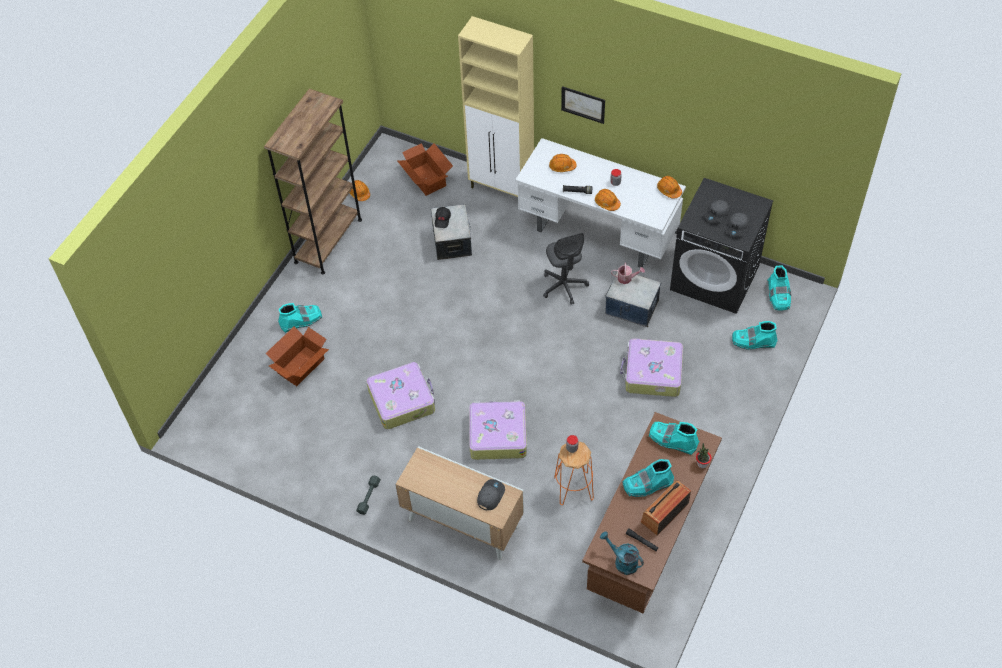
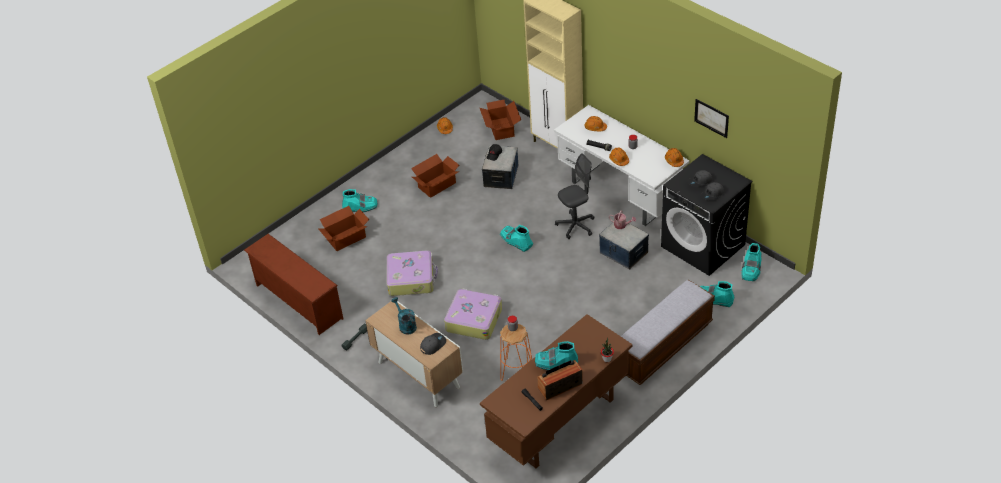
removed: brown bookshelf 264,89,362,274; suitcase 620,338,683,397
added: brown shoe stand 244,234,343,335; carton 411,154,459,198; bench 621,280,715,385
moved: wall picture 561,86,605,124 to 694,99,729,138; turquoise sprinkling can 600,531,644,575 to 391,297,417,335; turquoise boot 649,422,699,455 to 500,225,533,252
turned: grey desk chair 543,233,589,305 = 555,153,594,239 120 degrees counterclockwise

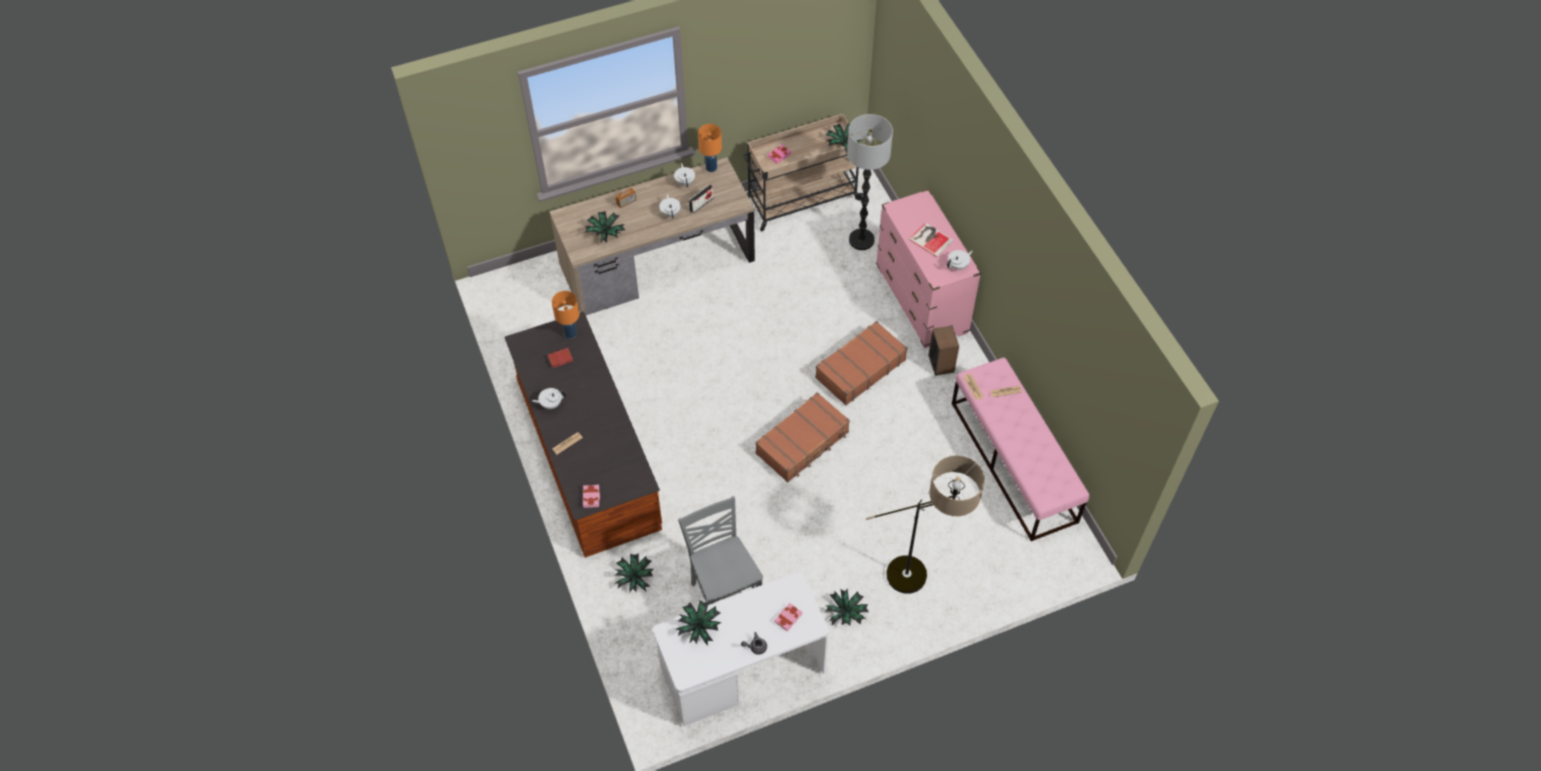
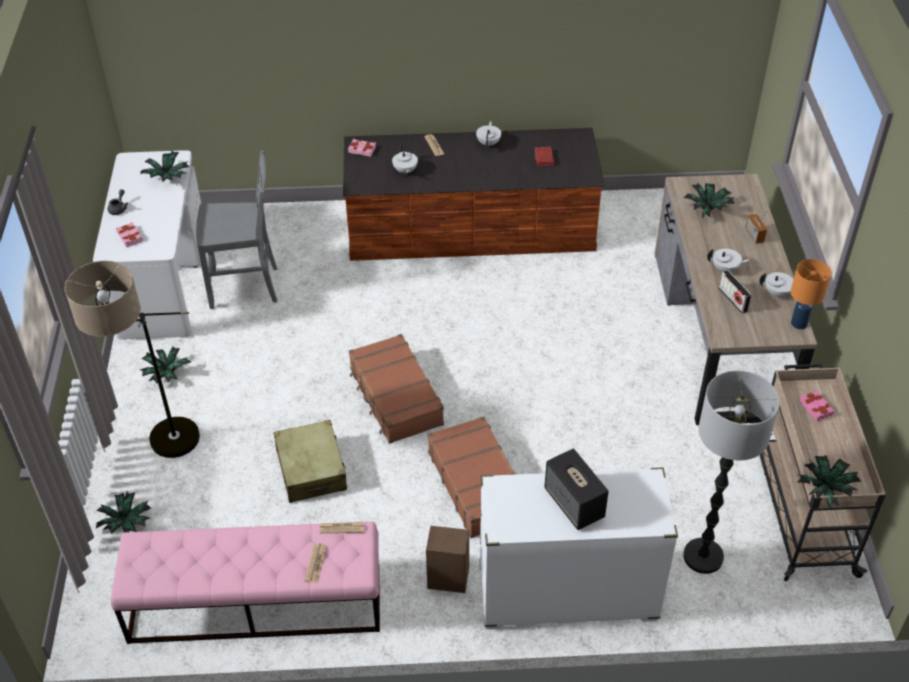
removed: orange-coloured table lamp 552,291,579,339
added: beige suitcase 273,420,347,503
moved: plant in a pot 614,554,654,592 to 95,491,151,534; whitish pot for tea 947,250,973,270 to 392,145,418,174
replaced: volume 909,223,954,257 to audio speaker 544,448,609,530
recoloured: pink chest of drawers 876,189,981,348 to whitish chest of drawers 479,467,678,629

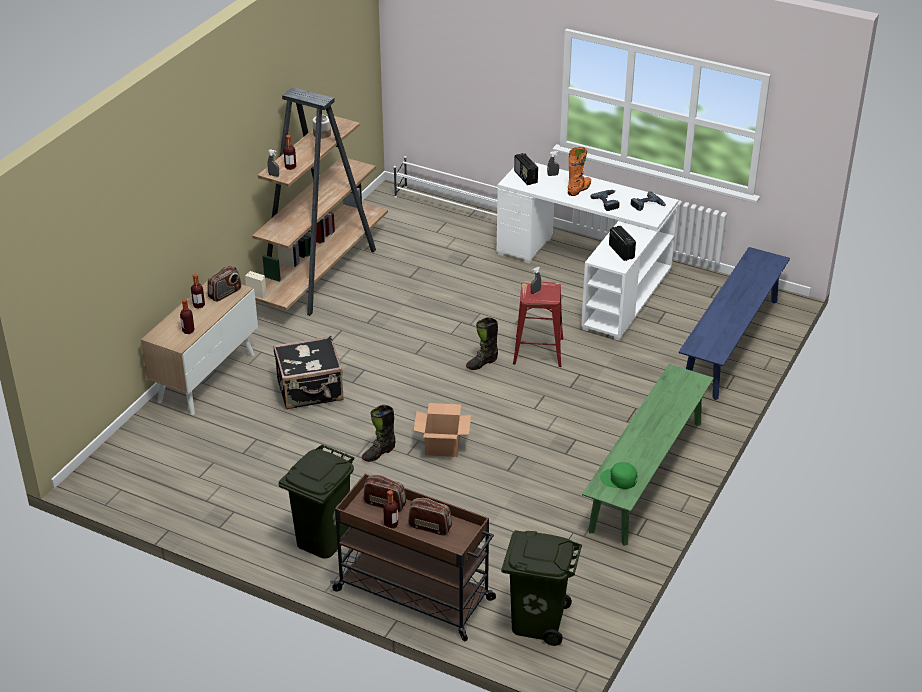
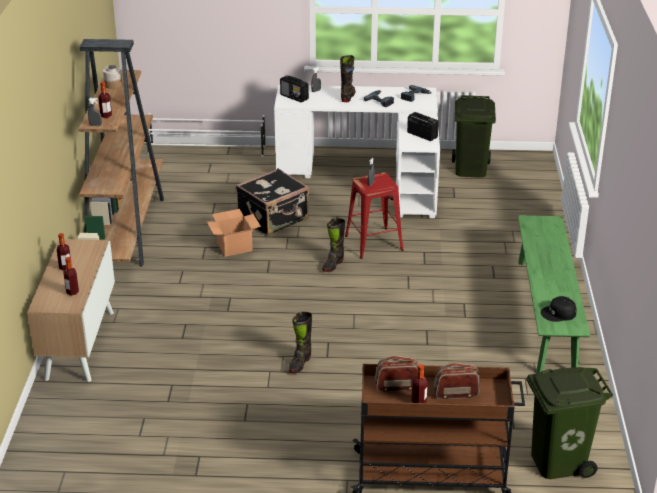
removed: radio set 207,266,241,302; blue bench 679,247,790,400
moved: black suitcase 273,336,343,409 to 236,168,309,235; green rubbish bin 279,444,354,559 to 452,95,496,178; carton 414,403,471,457 to 206,209,261,257
recoloured: orange-coloured boot 568,147,591,196 to black boot 340,55,356,102; green baseball cap 600,462,637,489 to black baseball cap 540,296,577,322

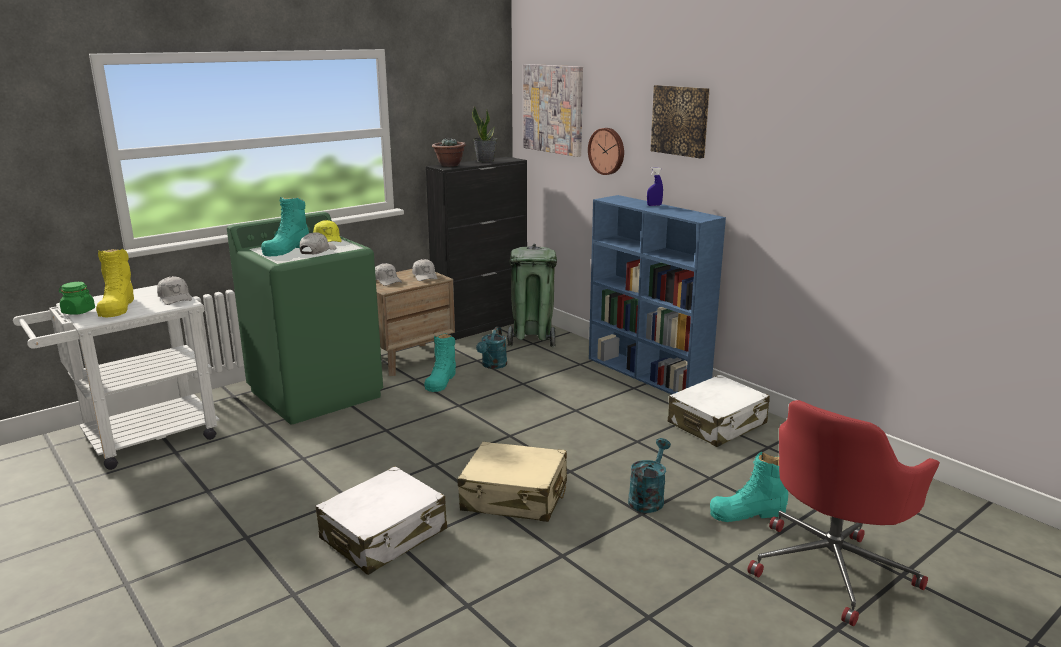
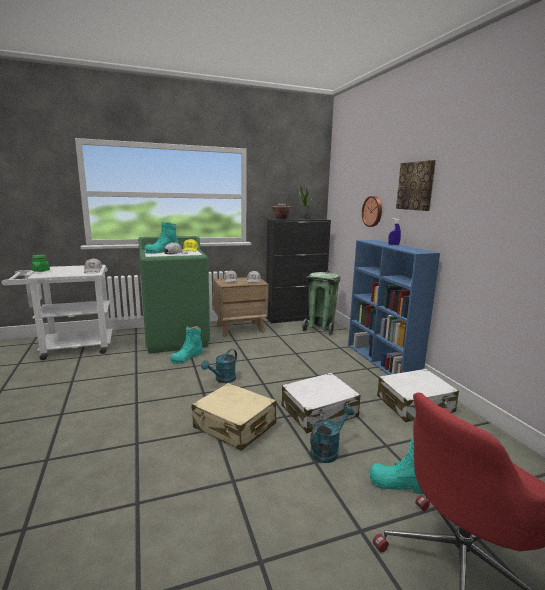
removed: yellowish boot 96,249,134,317; wall picture 523,64,583,157
moved: whitish suitcase 316,466,447,575 to 282,373,361,433; turquoise boot 424,333,456,392 to 170,326,202,364; turquoise sprinkling can 476,327,507,369 to 201,349,237,383

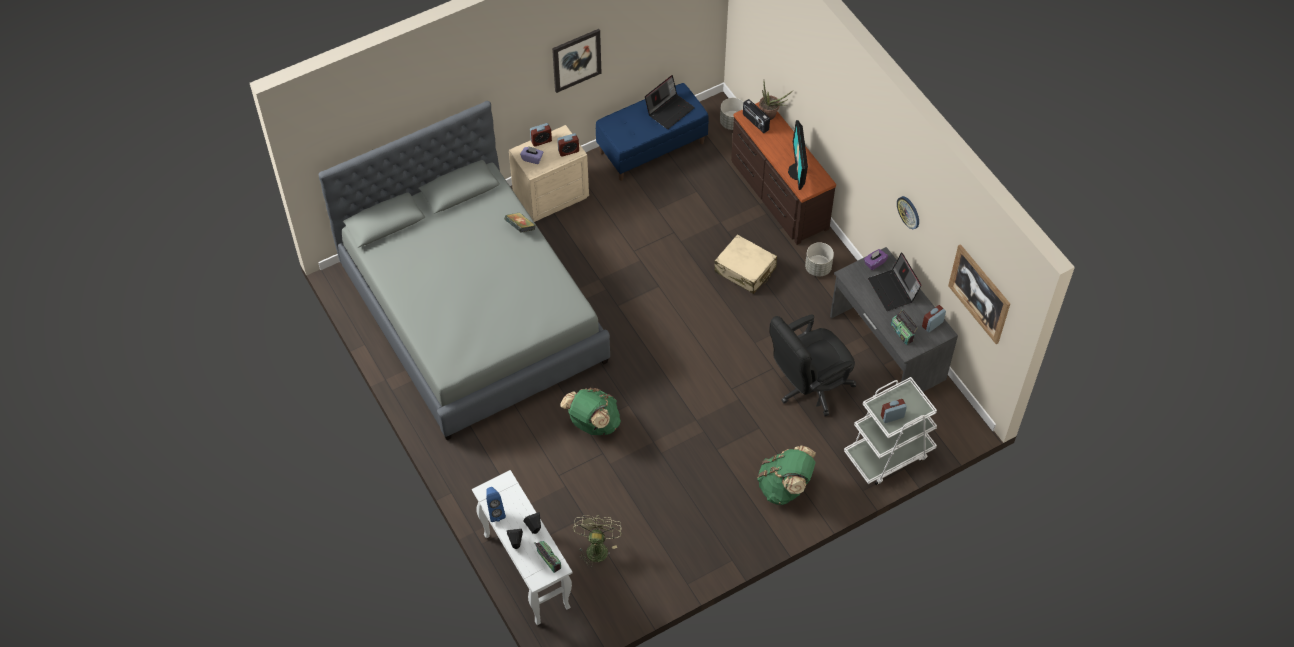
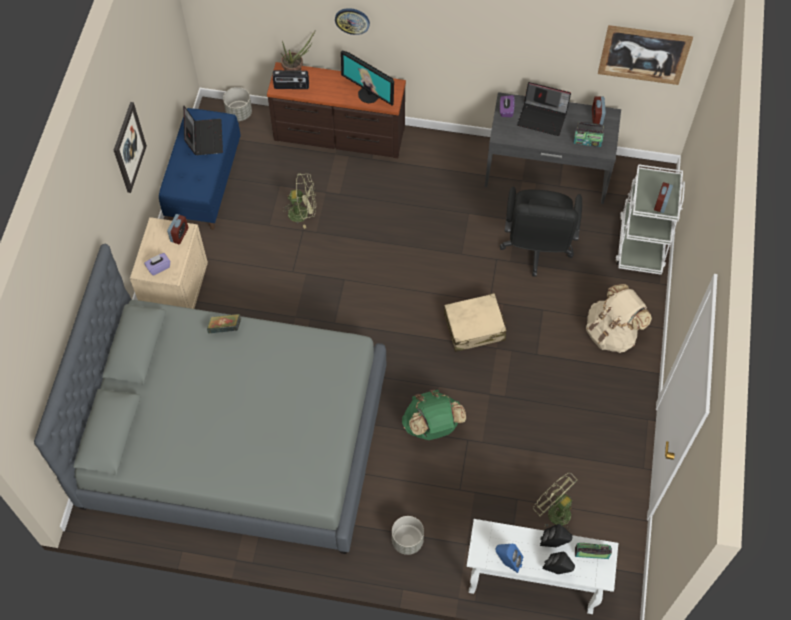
removed: table clock 530,123,552,147
added: green cooling fan 282,173,316,229
moved: beige suitcase 714,234,777,294 to 444,293,506,352; grey planter 805,242,834,277 to 392,516,424,555; clock on the wall 897,196,919,229 to 335,8,370,35
recoloured: green knapsack 757,445,816,505 to beige knapsack 586,284,652,353

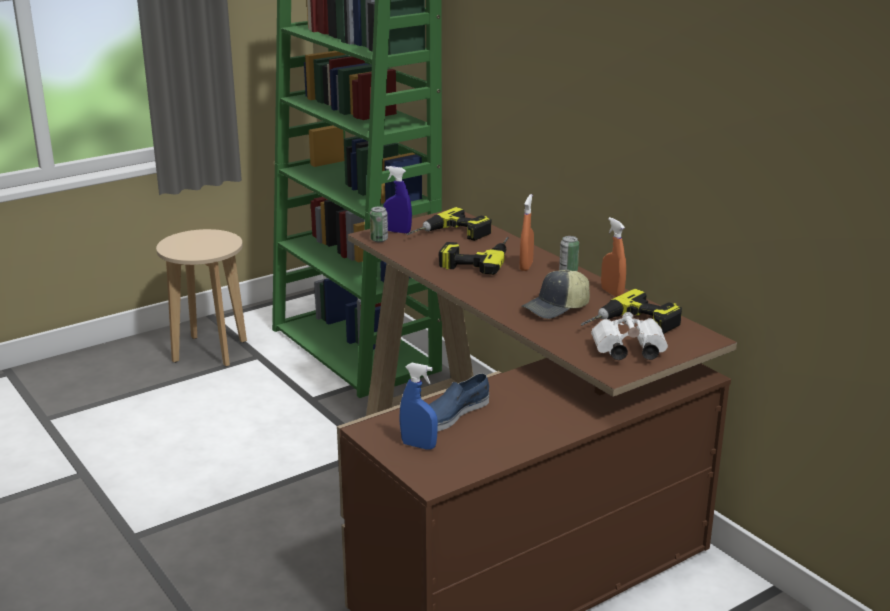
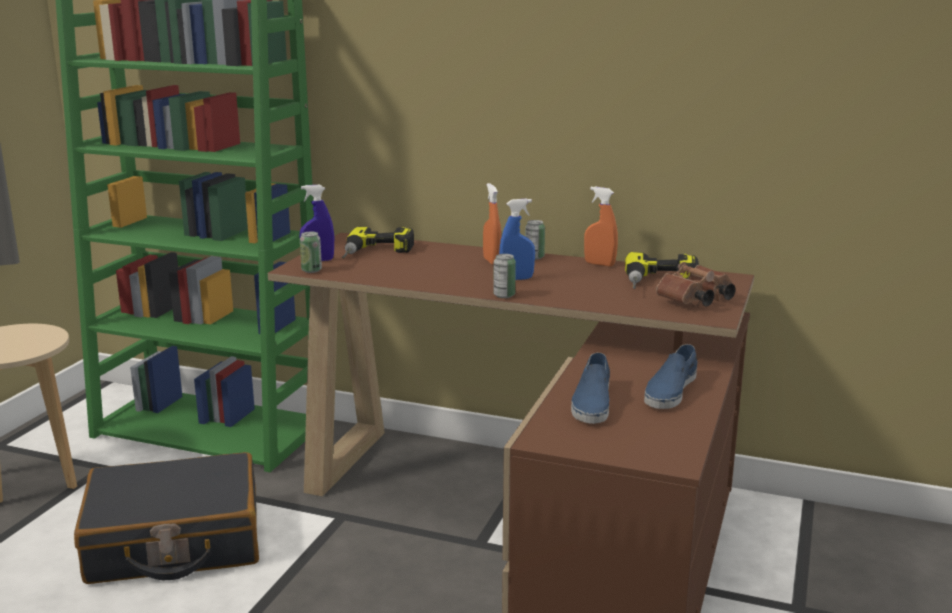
removed: electric drill 439,237,508,275; baseball cap 521,269,590,319
added: black suitcase 74,452,259,584; sealed can 493,254,516,298; blue low shoe 644,344,698,409
moved: blue hand sprayer 399,363,438,450 to 499,198,535,280
recoloured: whitish binoculars 591,312,668,360 to brown binoculars 656,262,736,307

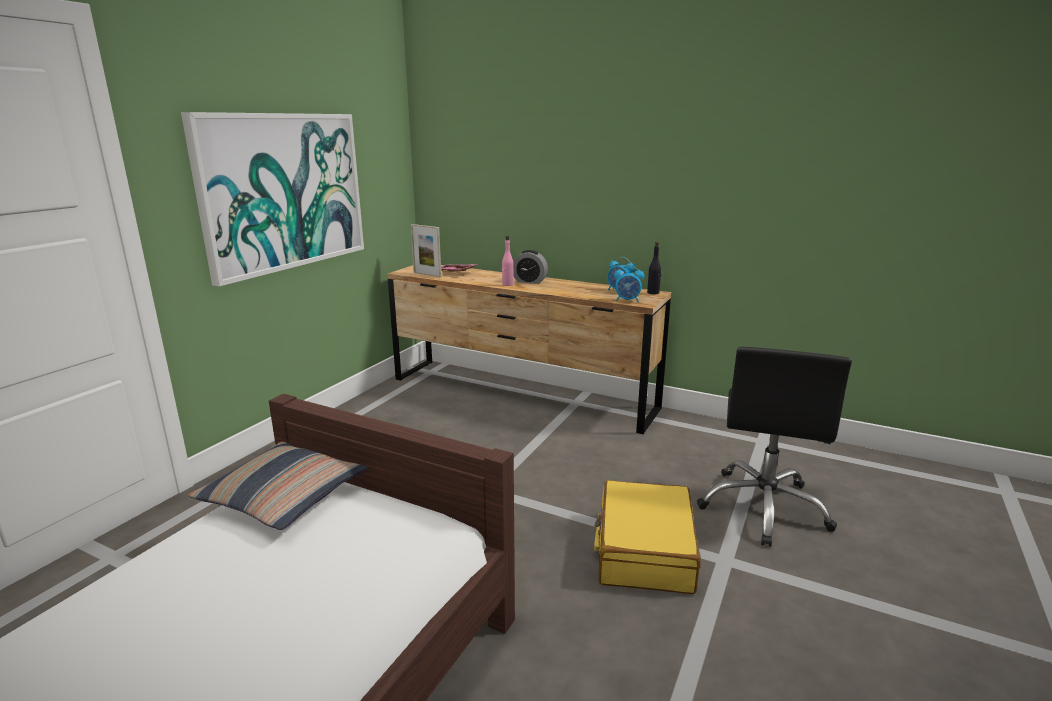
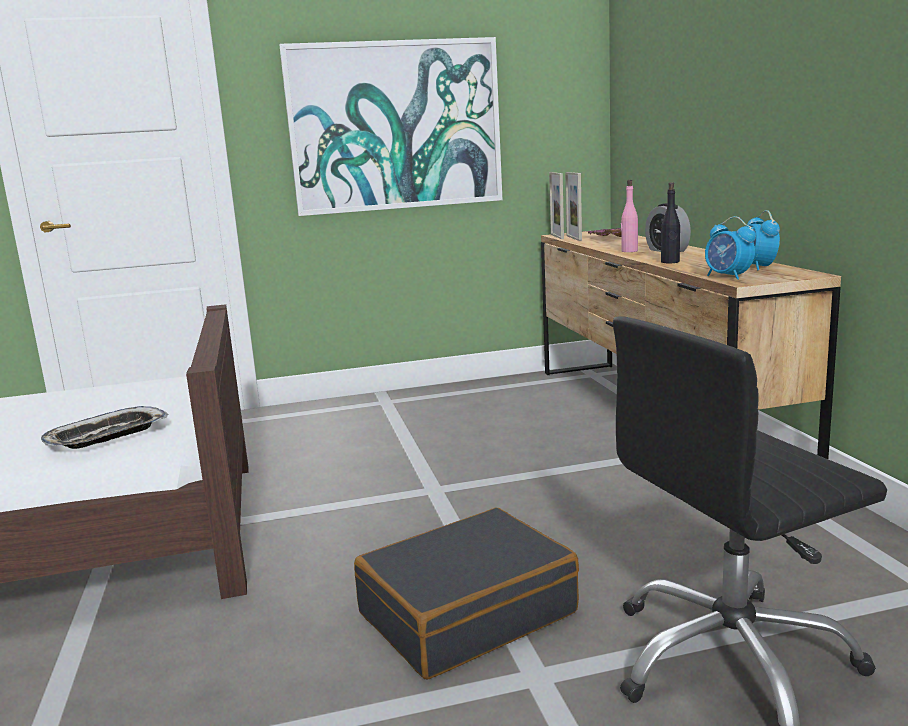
removed: throw pillow 188,442,368,530
added: serving tray 41,406,168,449; picture frame 549,172,564,239
moved: black bottle 647,242,661,295 to 661,182,680,263
recoloured: yellowish suitcase 594,480,701,594 to black suitcase 354,508,579,679

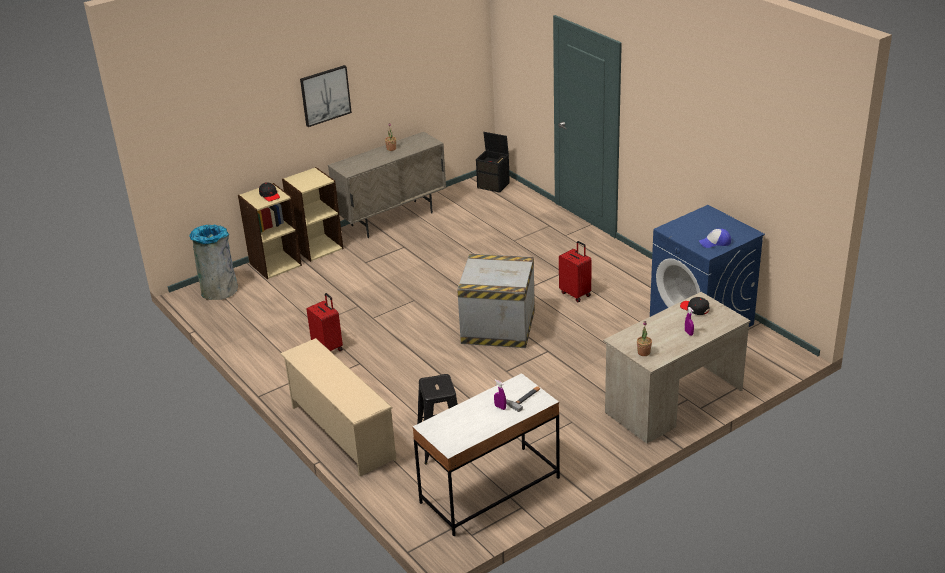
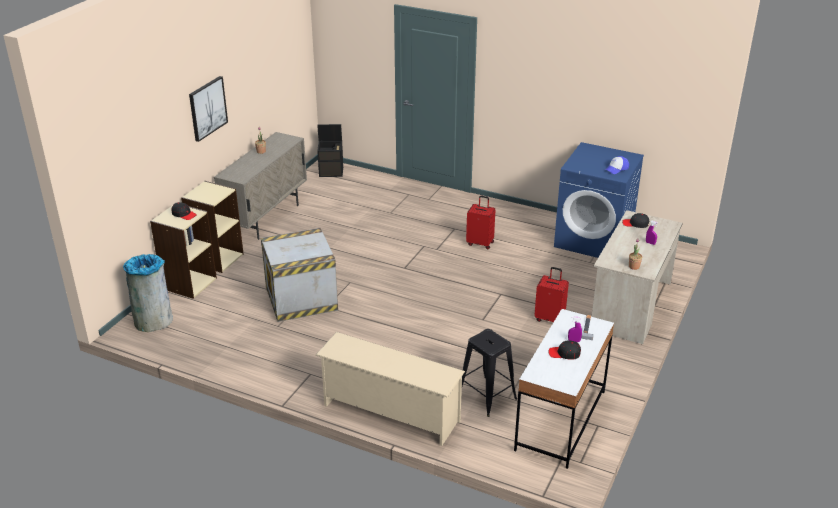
added: black baseball cap 548,340,581,360
moved: red-coloured suitcase 306,293,343,351 to 534,267,569,322; packing crate 457,254,535,348 to 261,228,338,322

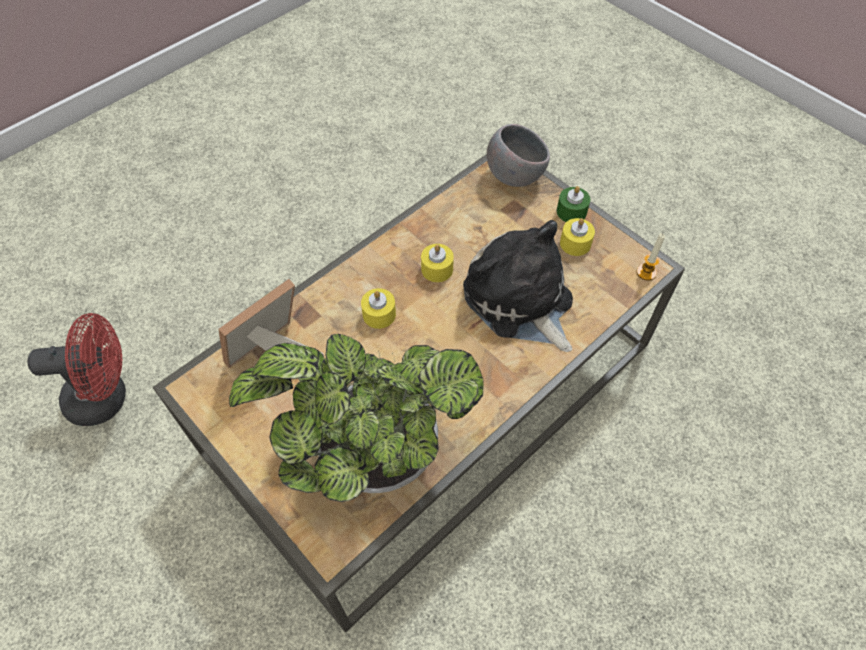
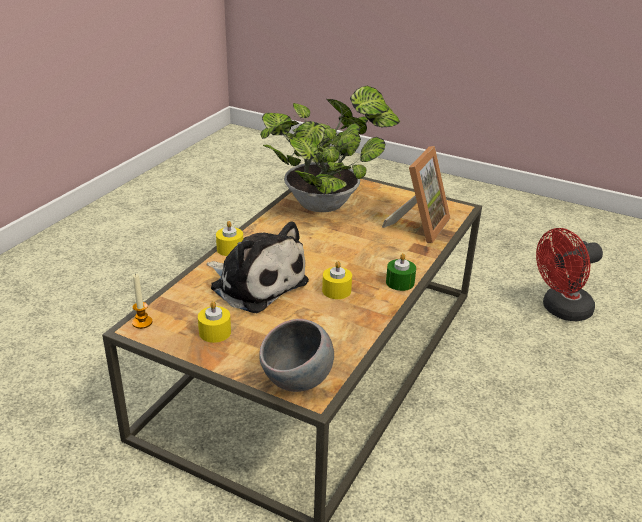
moved: yellowish wax light 361,288,396,329 to 216,221,243,256; green wax light 557,186,590,222 to 386,253,416,291

